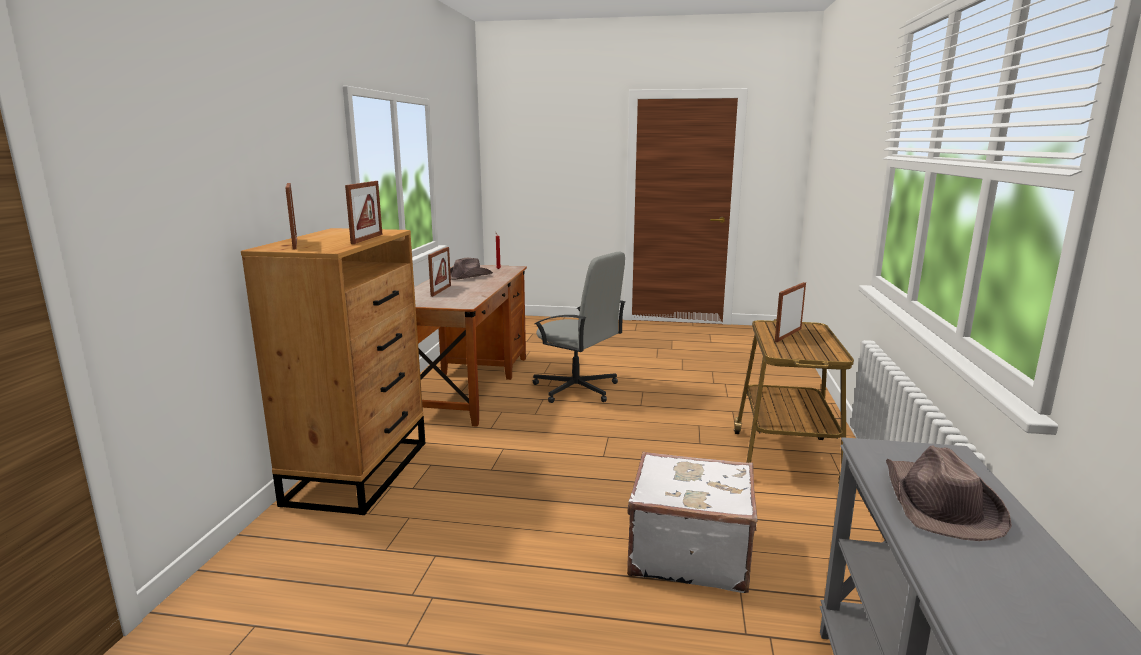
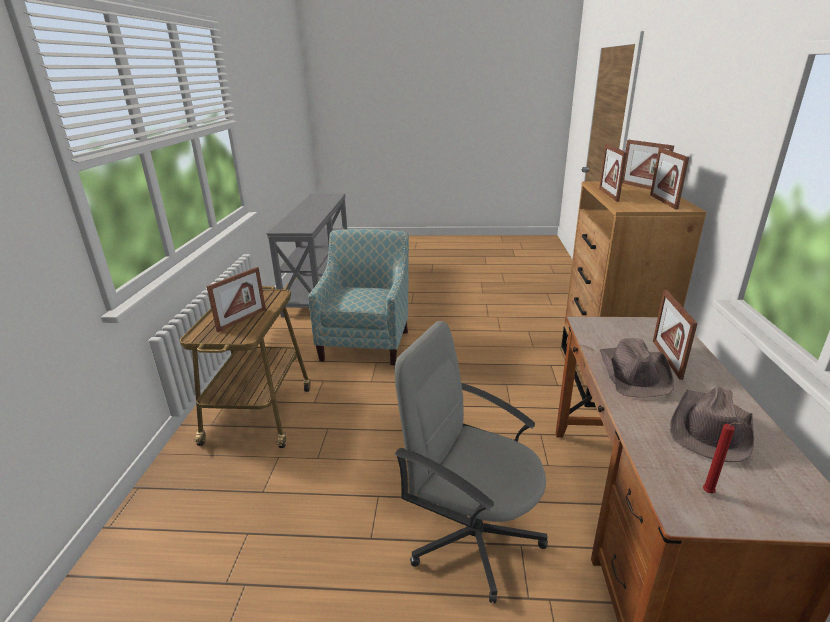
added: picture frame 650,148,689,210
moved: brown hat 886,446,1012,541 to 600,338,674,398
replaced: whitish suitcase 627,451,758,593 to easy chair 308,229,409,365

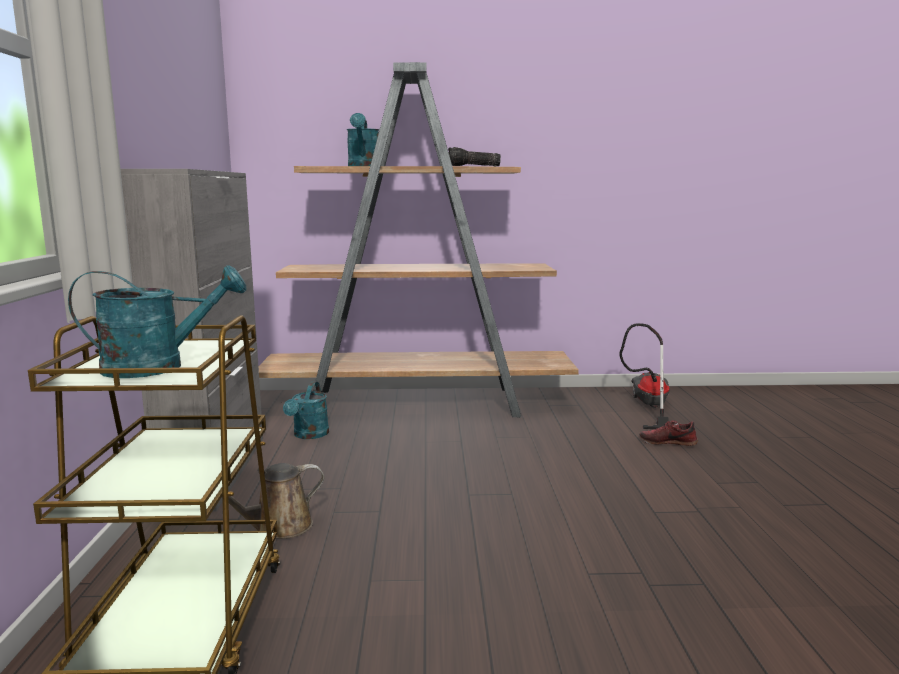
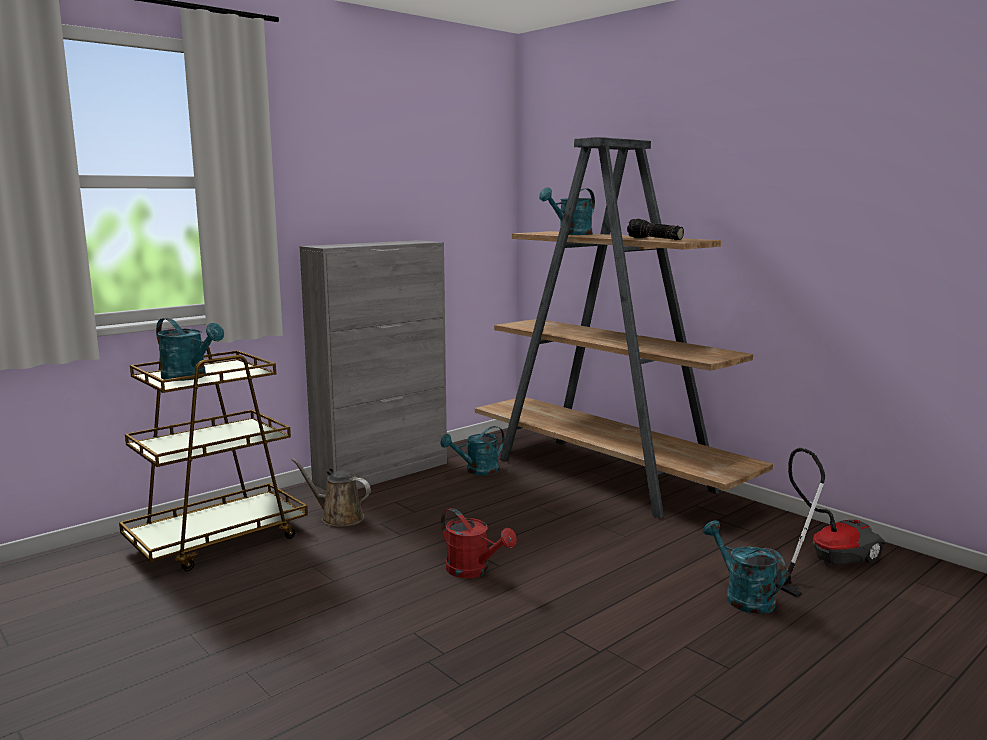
added: red-coloured sprinkling can 441,508,517,578
replaced: low shoe 639,421,698,446 to turquoise sprinkling can 703,520,786,614

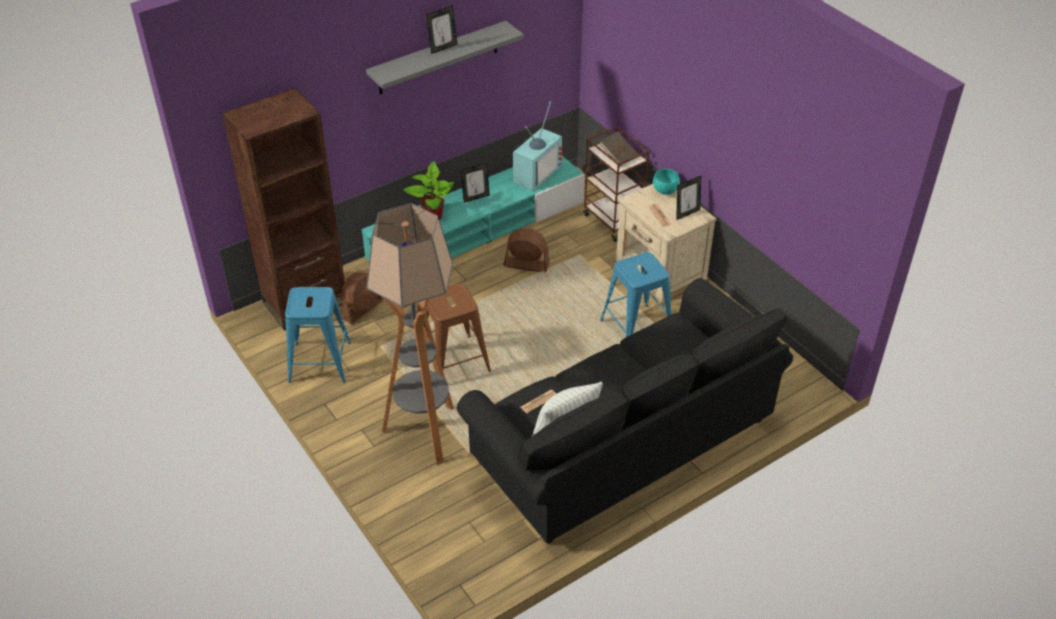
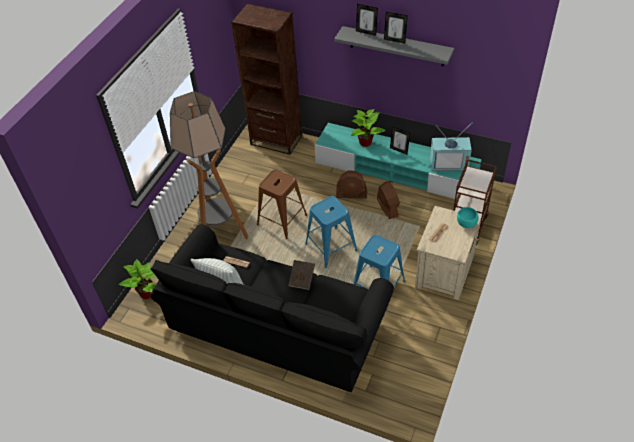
added: plant in a pot 119,259,156,299
moved: blue stool seat 285,287,351,383 to 305,196,357,268; brown cooling fan 341,272,383,324 to 336,171,367,199; brown volume 599,131,638,167 to 288,260,315,290; picture frame 677,176,701,220 to 356,4,378,36

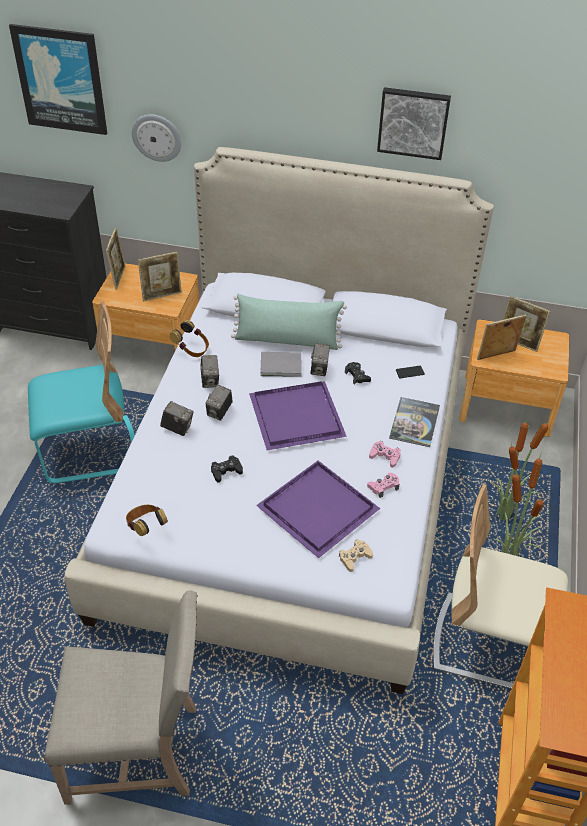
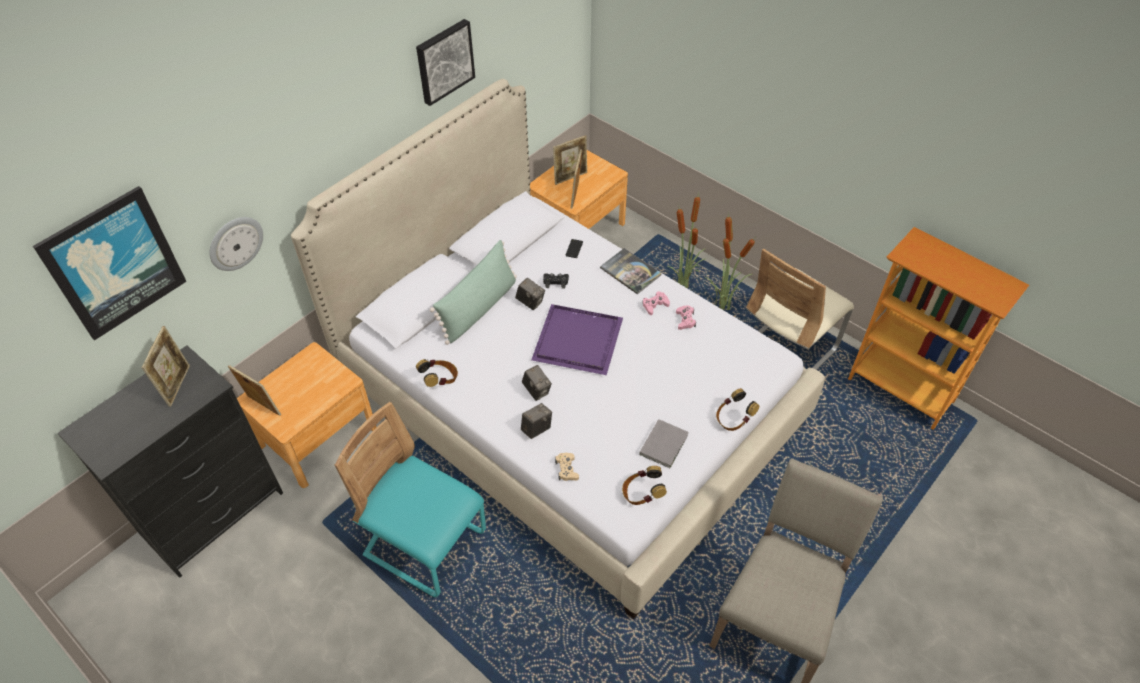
removed: photo camera 200,355,219,388; black gamepad 211,455,243,483; purplish serving tray 256,461,381,558
added: pair of headphones 716,388,759,431
moved: picture frame 138,251,182,302 to 141,326,190,407; grey volume 260,352,302,377 to 639,419,689,468; beige gamepad 339,539,373,572 to 555,453,579,481
turned: turquoise chair 28,301,135,483 = 335,402,486,597 75 degrees counterclockwise

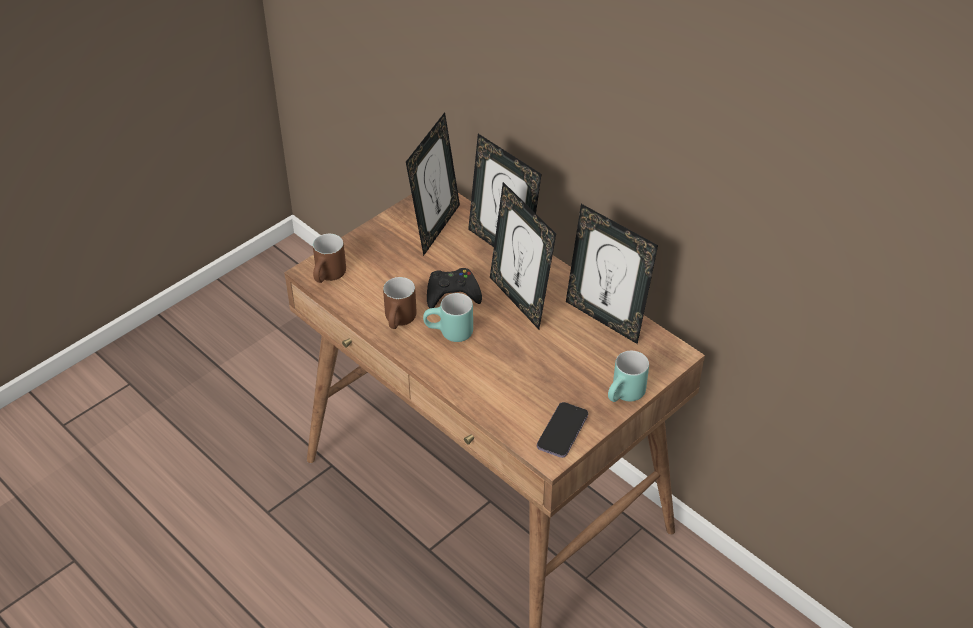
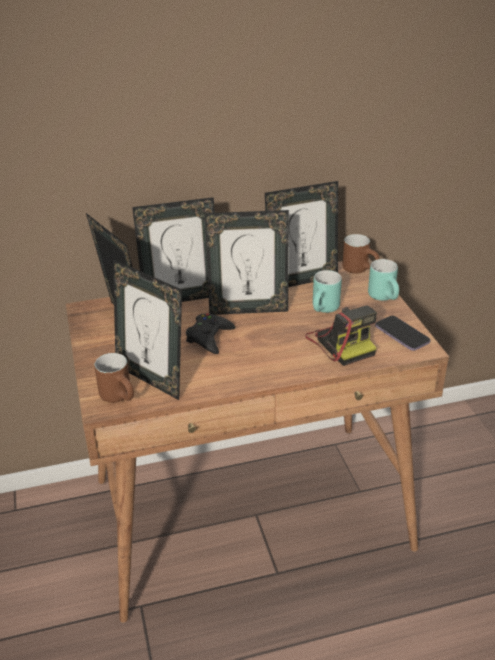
added: picture frame 113,259,182,400; photo camera 305,305,377,366
moved: brown mug 383,277,417,329 to 342,234,380,274; turquoise mug 423,293,473,342 to 313,270,342,313

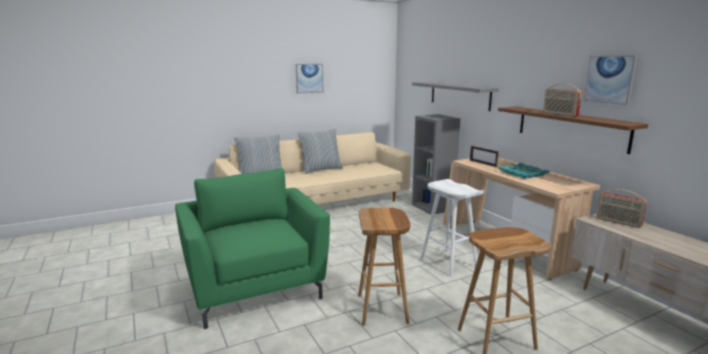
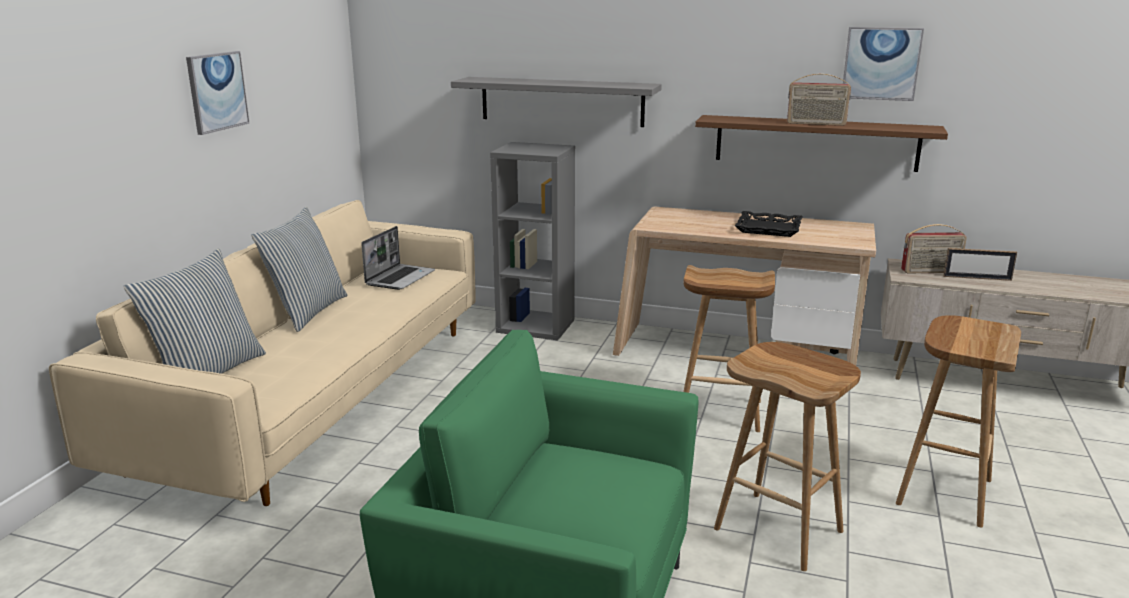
added: notebook computer 361,226,435,290
moved: picture frame 470,146,499,167 to 943,248,1017,281
recoloured: whitish stool seat 421,179,484,277 to brown stool seat 683,265,775,432; turquoise serving tray 498,163,550,179 to black serving tray 735,211,803,237

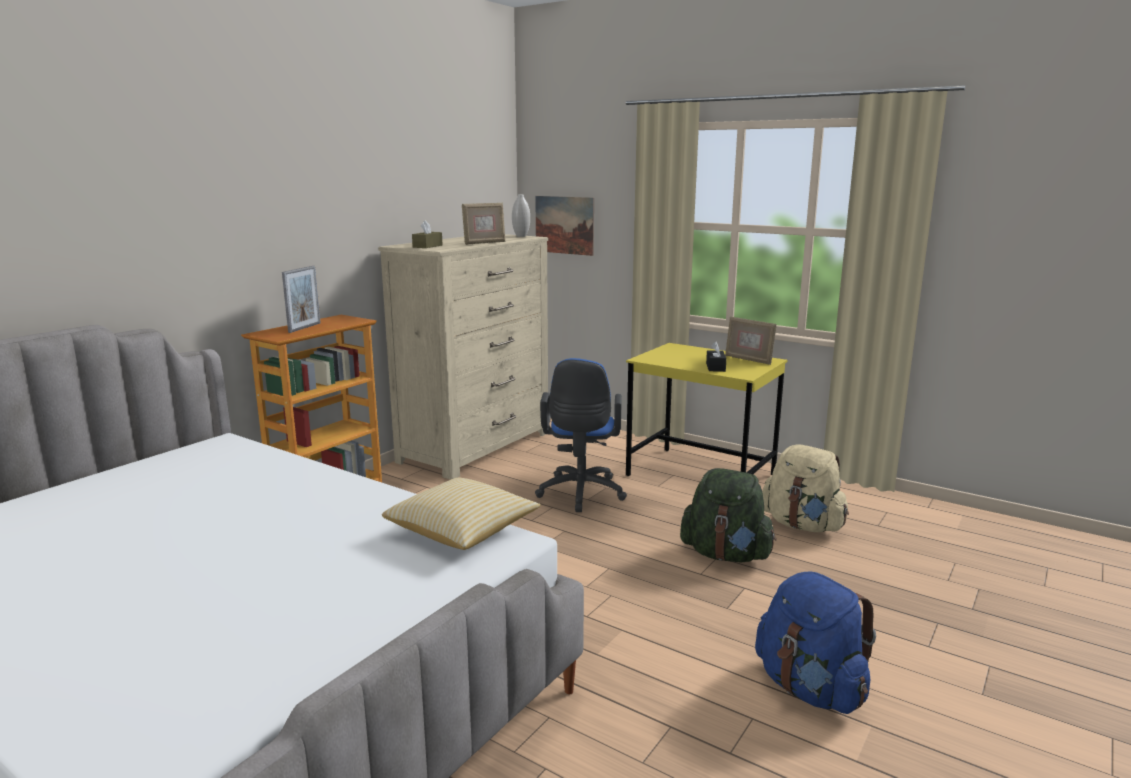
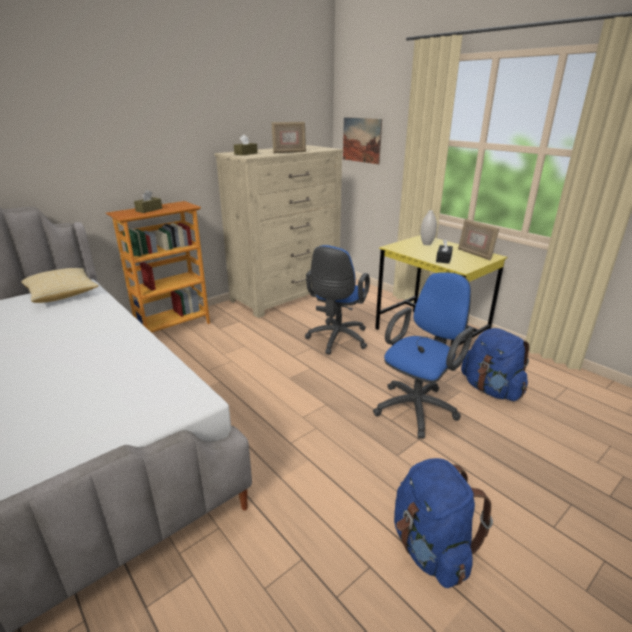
moved: throw pillow 382,478,541,550 to 21,268,99,303; whitish vase 512,194,530,237 to 421,210,437,245
replaced: picture frame 282,266,321,333 to brown tissue holder 134,190,162,213; green knapsack 680,468,777,563 to blue desk chair 373,272,473,439
recoloured: beige knapsack 762,444,849,532 to blue knapsack 461,328,529,401

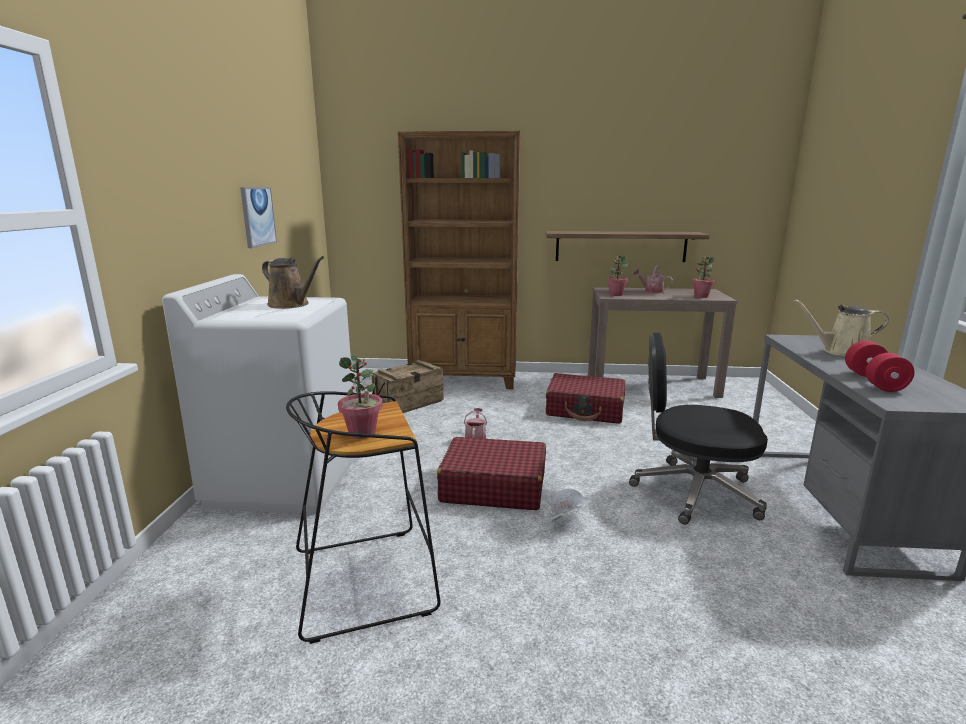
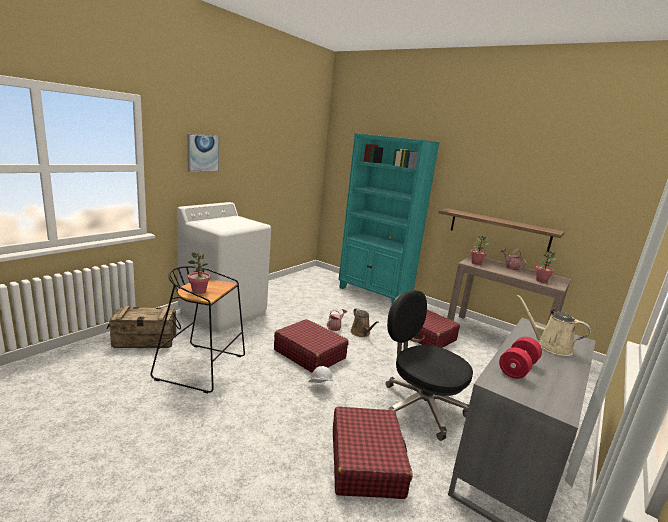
added: red-coloured suitcase 333,406,412,499
moved: wall picture 240,187,277,248 to 187,134,219,172; brown sprinkling can 262,256,324,309 to 351,308,379,337; packing crate 371,360,444,413 to 107,306,181,348
recoloured: brown bookshelf 398,131,521,389 to turquoise bookshelf 339,133,439,303

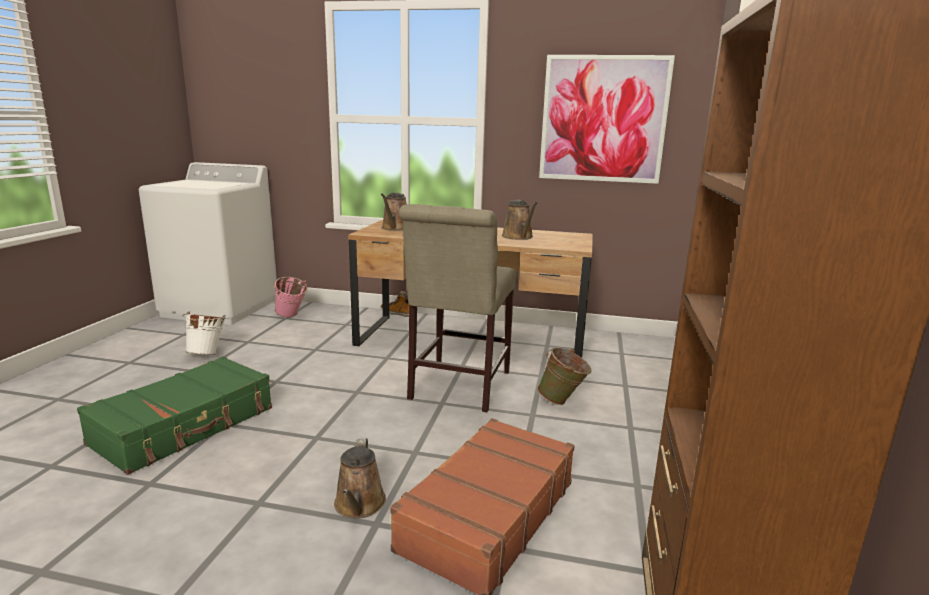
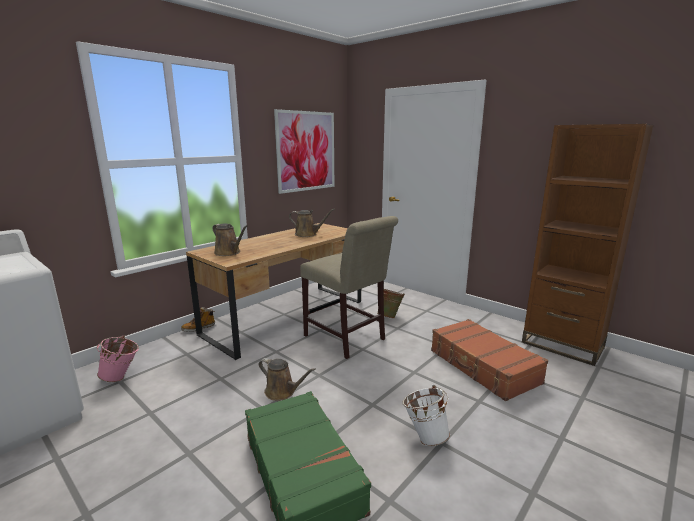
moved: whitish pail 182,311,226,355 to 403,385,450,446; brown sprinkling can 334,438,386,519 to 259,358,316,401

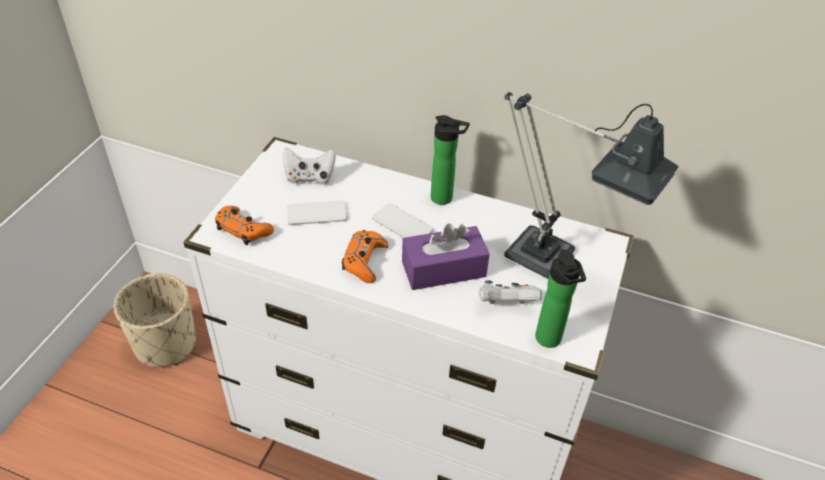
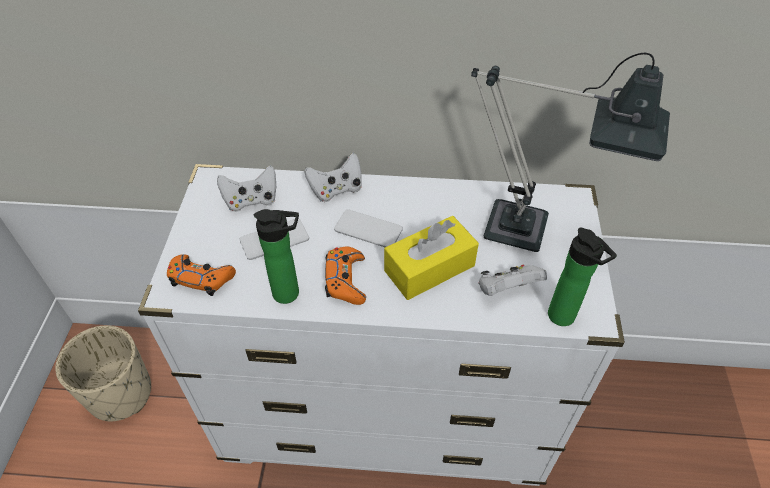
added: whitish gamepad 304,153,362,202
moved: bottle 431,115,470,205 to 254,209,299,304
recoloured: purplish tissue holder 402,224,490,290 to yellowish tissue holder 384,216,479,300

